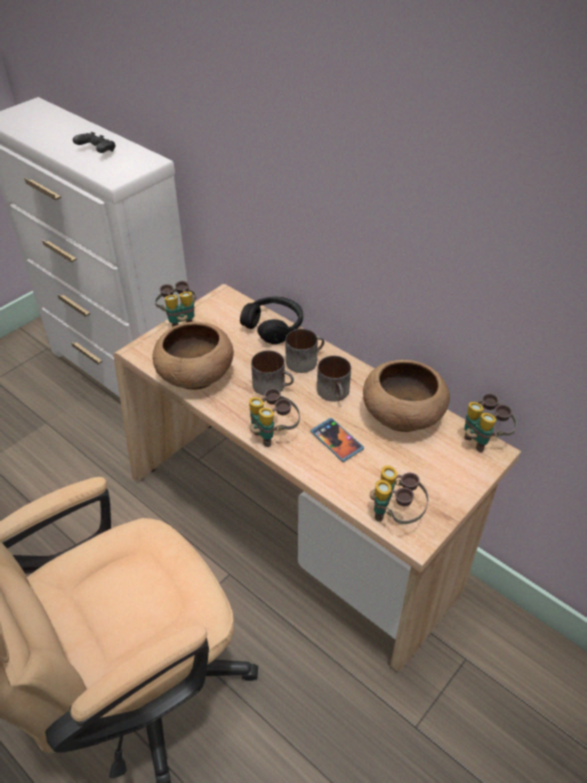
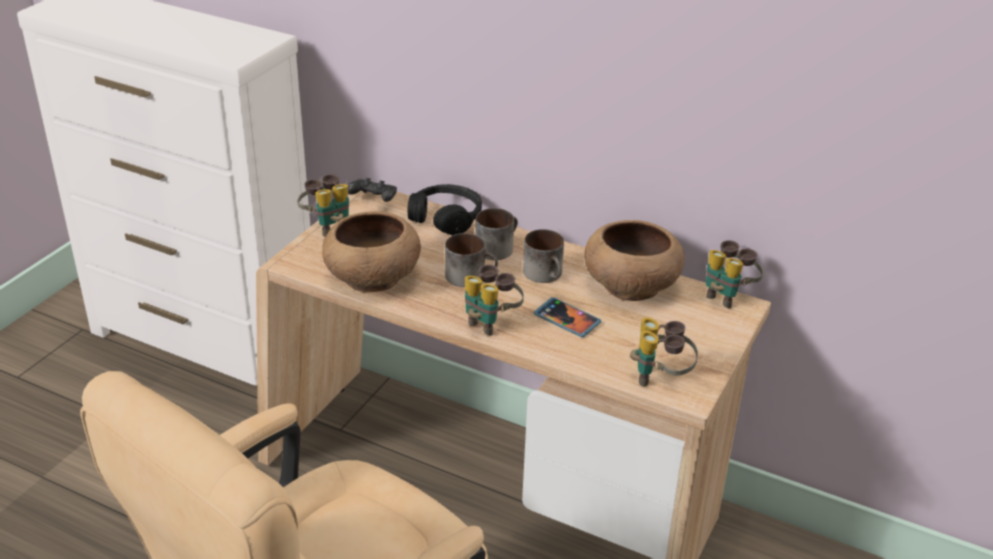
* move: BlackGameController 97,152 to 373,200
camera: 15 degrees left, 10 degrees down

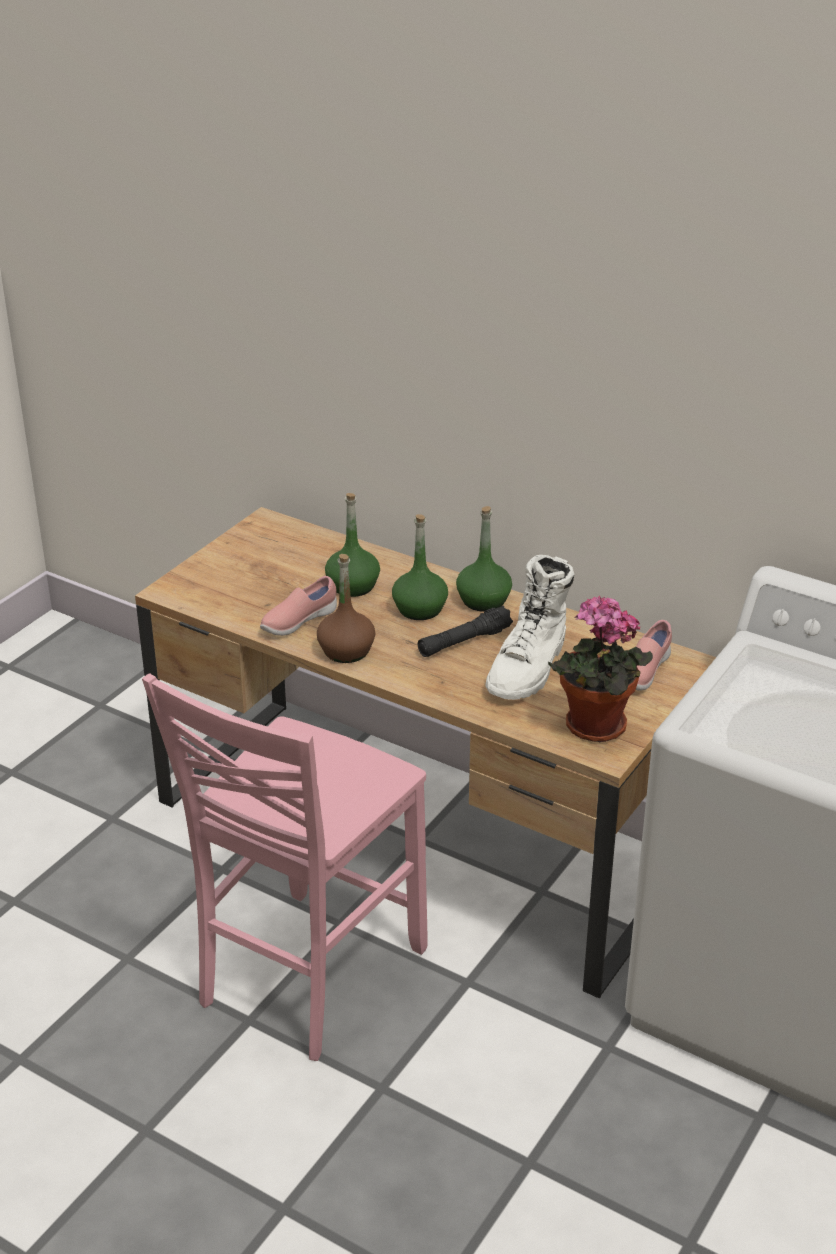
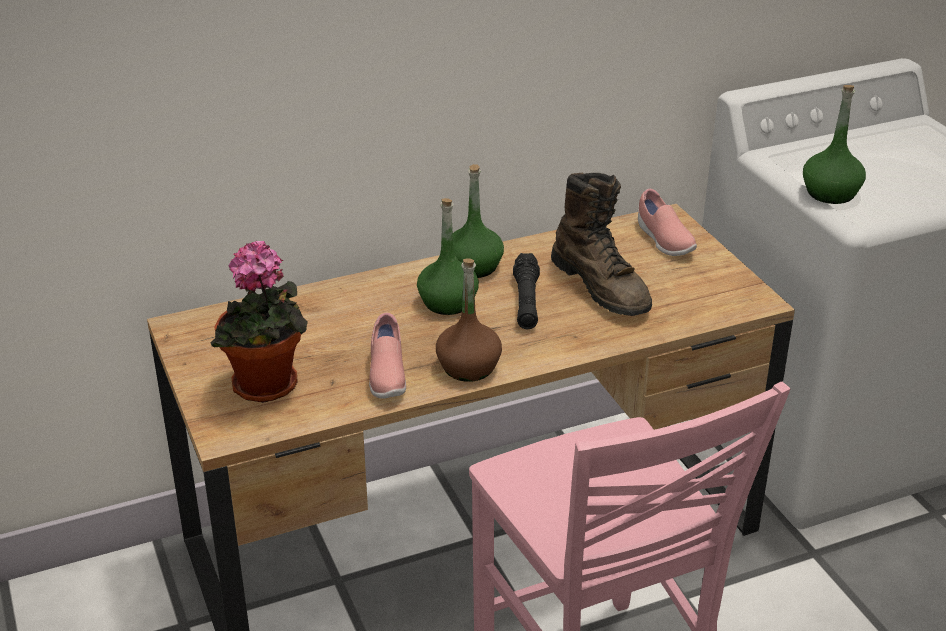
* move: GreenBottle 353,586 to 830,193
* move: PottedPlant 593,729 to 267,388
* recolor: WhiteBoot 529,668 to BrownBoot 602,287
camera: 55 degrees left, 0 degrees up

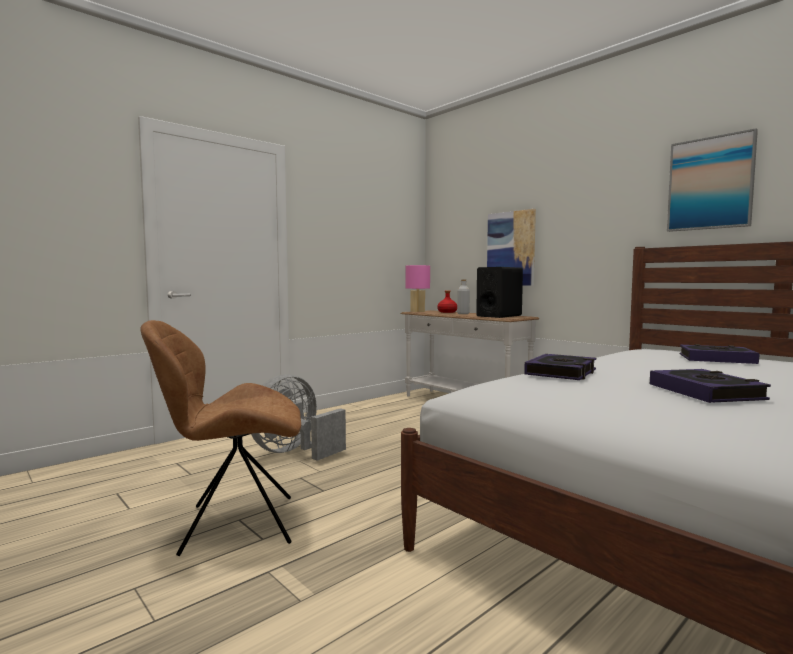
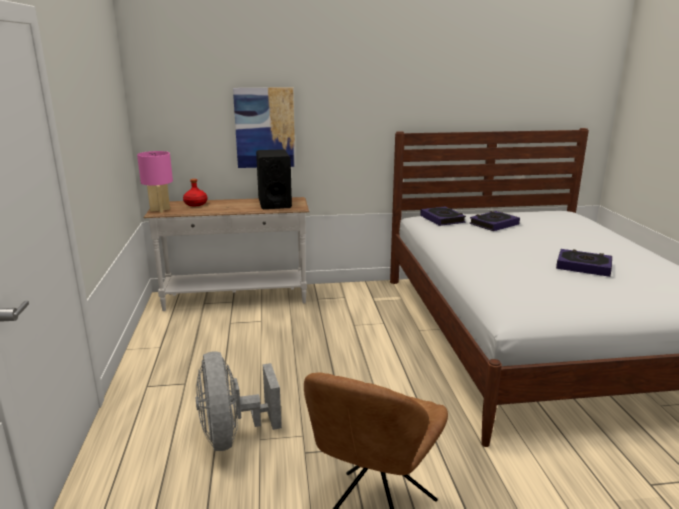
* delete: GreyBottle 463,314
* delete: Picture 710,183
* move: Book 561,372 to 442,219
camera: 55 degrees left, 15 degrees up

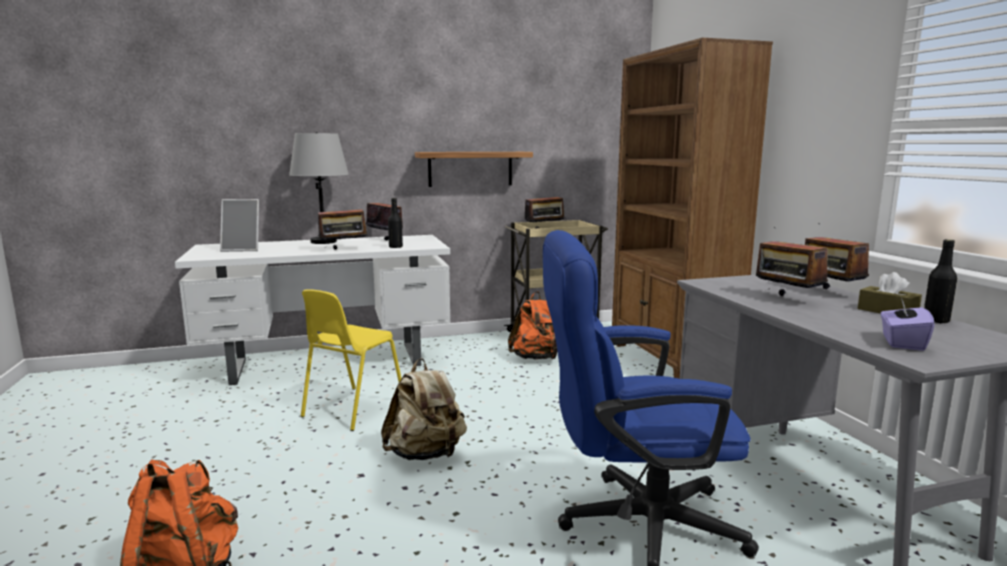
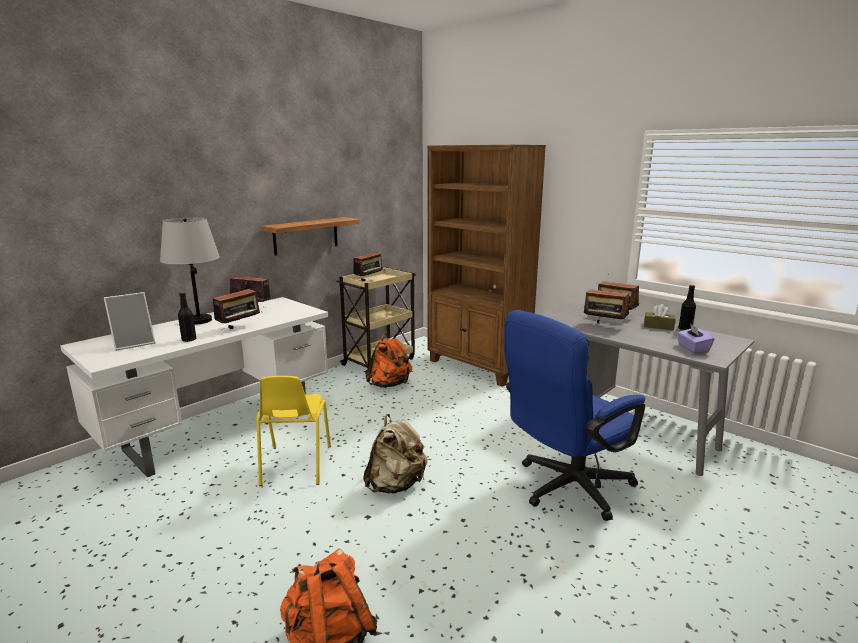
* move: BlackBottle 395,247 to 189,340
camera: 30 degrees left, 5 degrees up

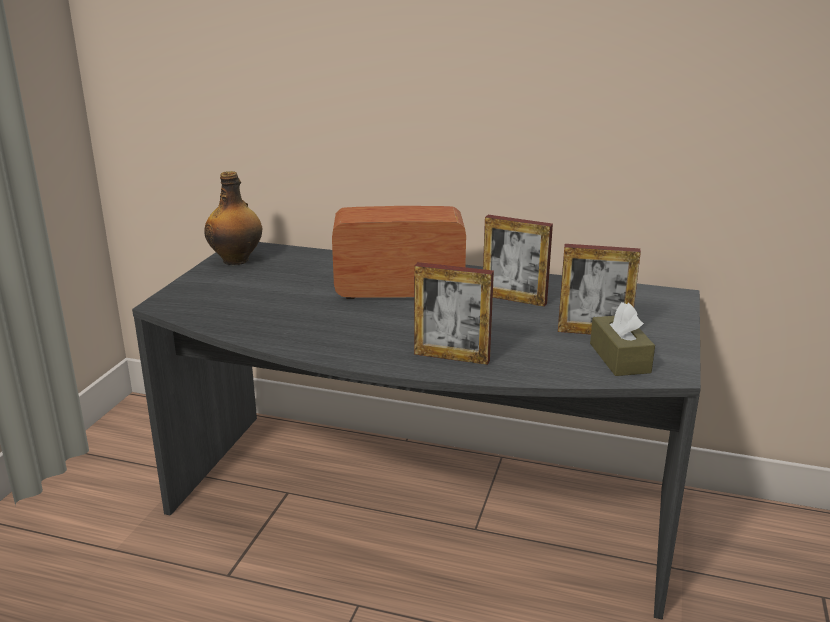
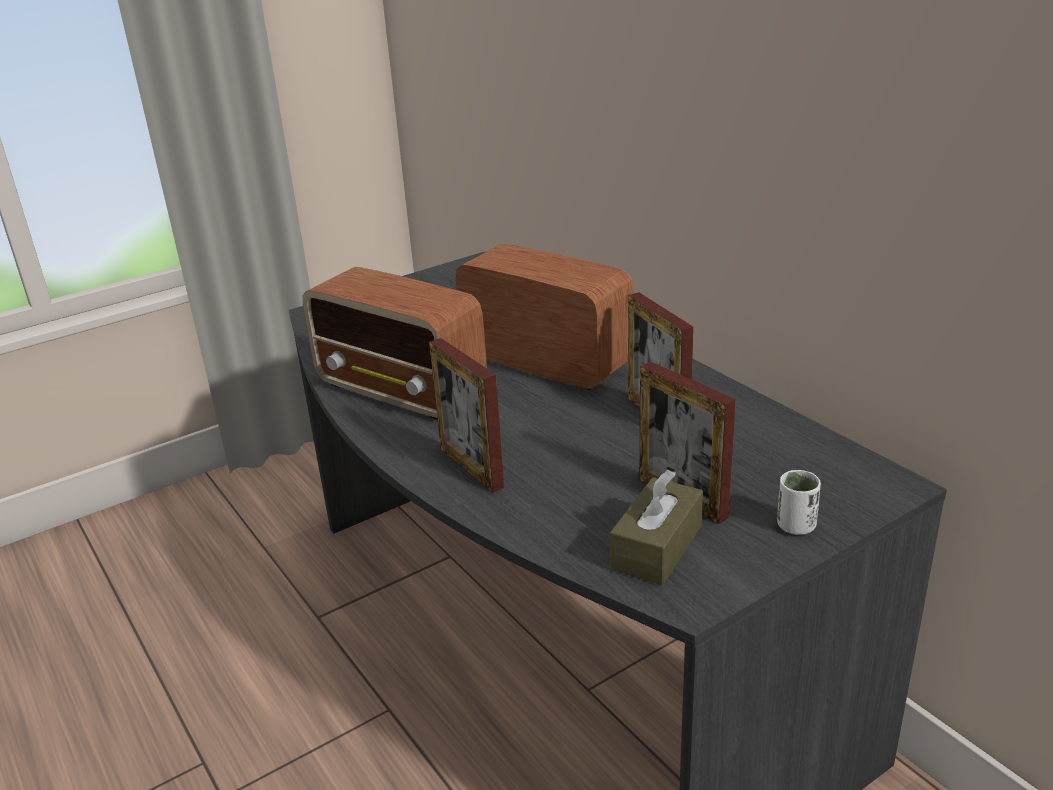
* delete: Bottle 237,260
* insert: Radio 402,391
* insert: WhiteCup 795,526
camera: 40 degrees right, 5 degrees up

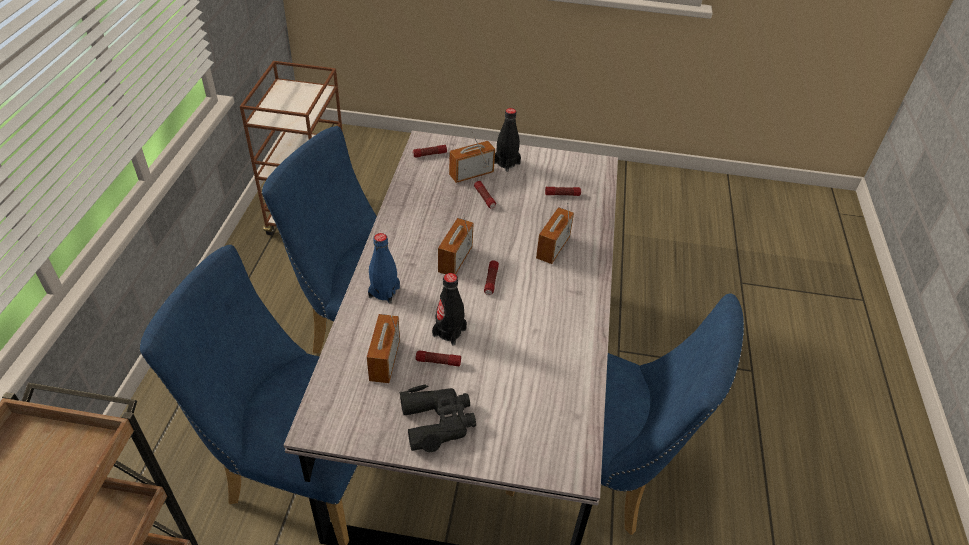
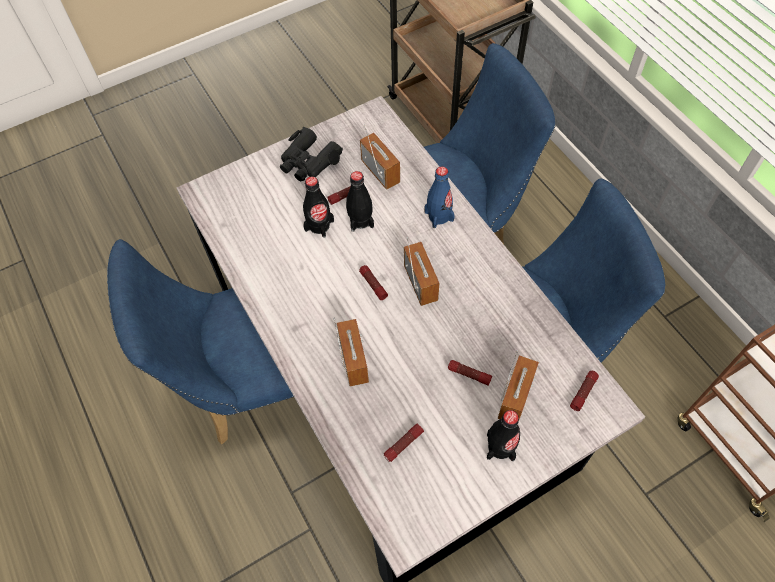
* insert: BlackBottle 319,225
camera: 145 degrees right, 15 degrees up

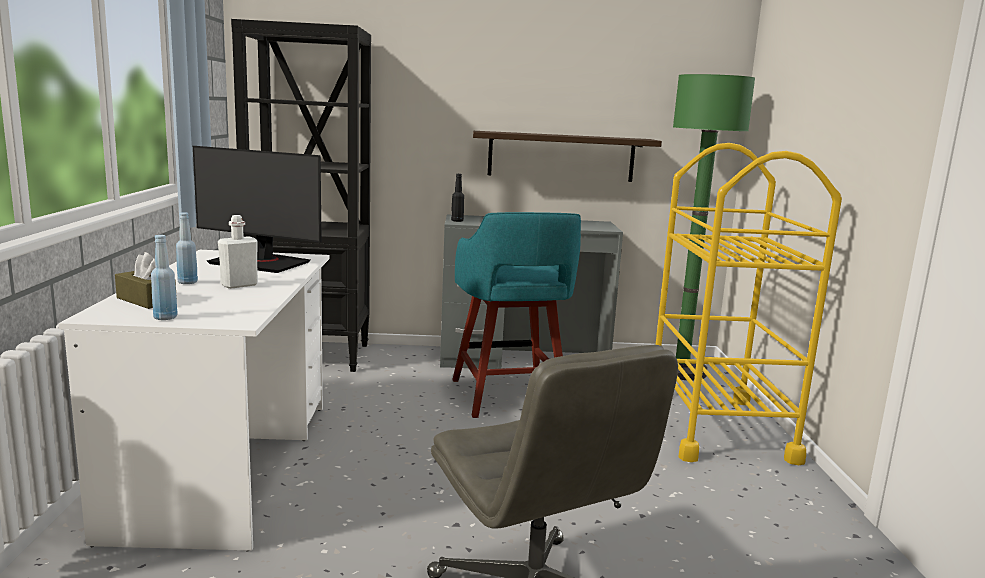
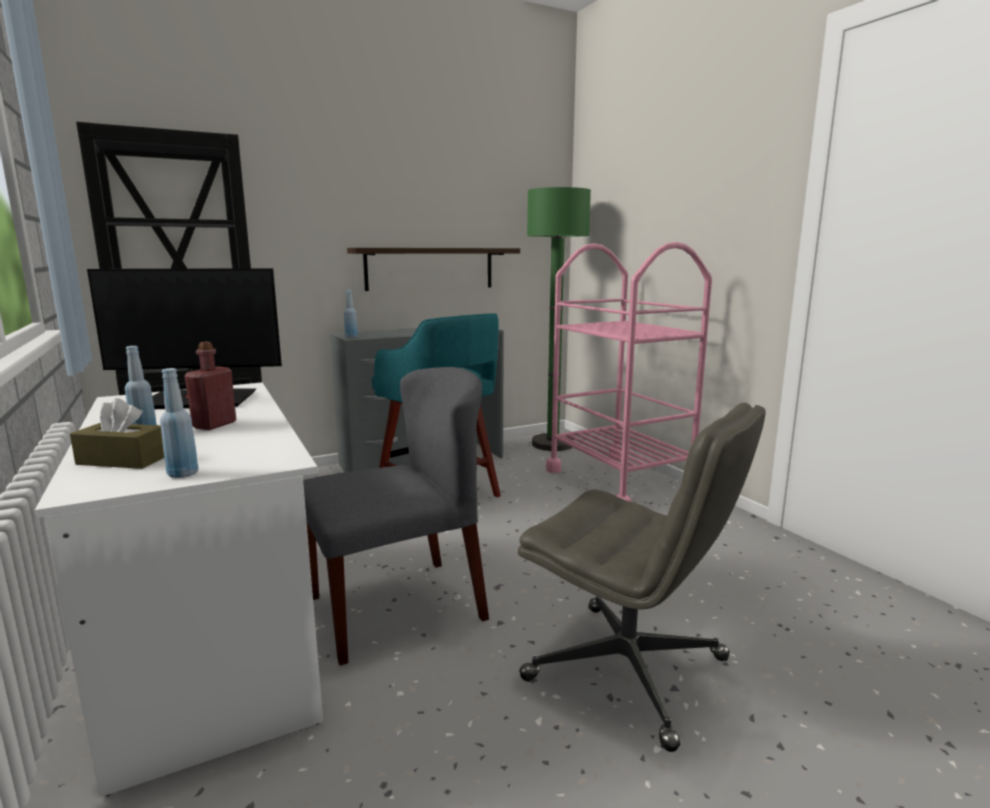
* insert: GreyChair 398,607
* recolor: WhiteBottle 239,285 to RedBottle 214,425
* recolor: BlackBottle 457,221 to BlueBottle 351,337
* recolor: YellowCart 717,428 to PinkCart 618,482
camera: 25 degrees left, 0 degrees up

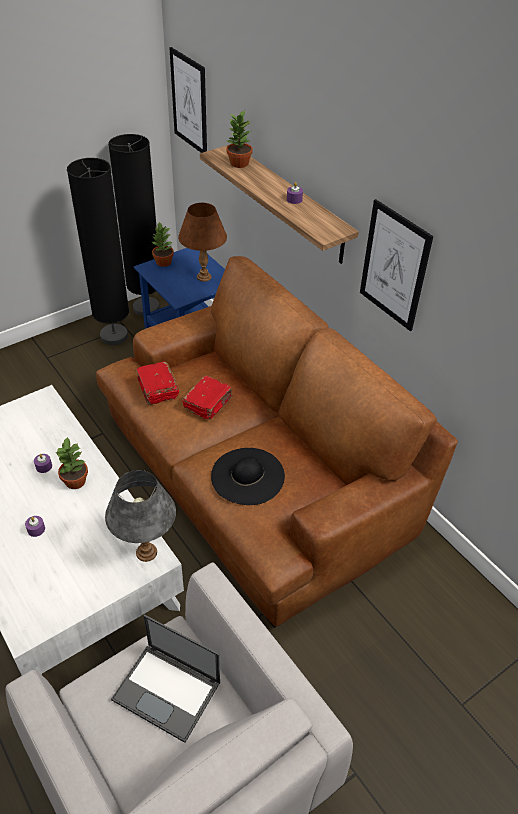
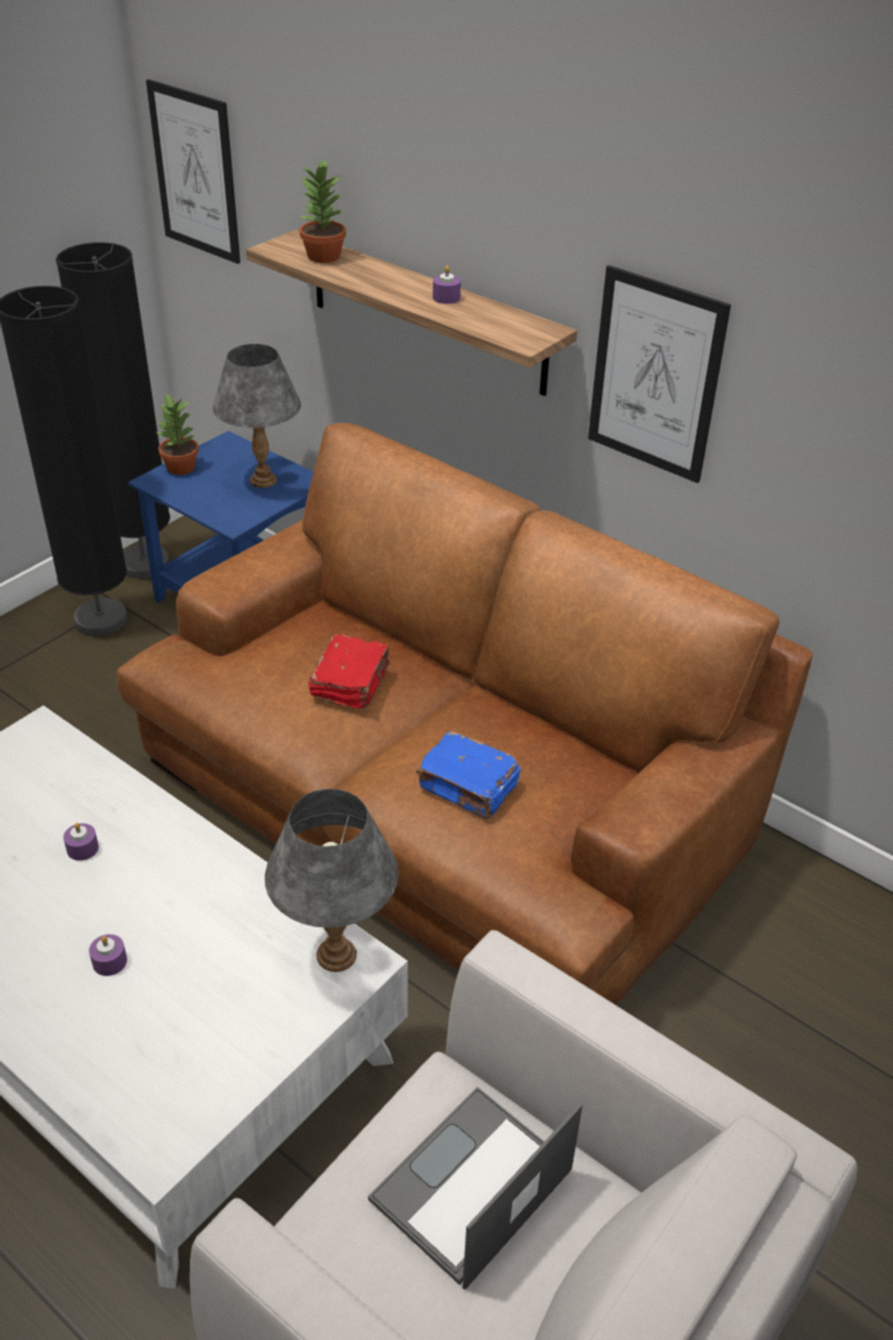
* delete: PottedPlant 75,481
* delete: RedBook 157,389
* replace: BlackHat 247,476 to BlueBook 469,787
* recolor: BrownTableLamp 204,277 to GreyTableLamp 263,481
* rotate: Laptop 168,691 = 470,1187 120 degrees clockwise
camera: 15 degrees left, 5 degrees down

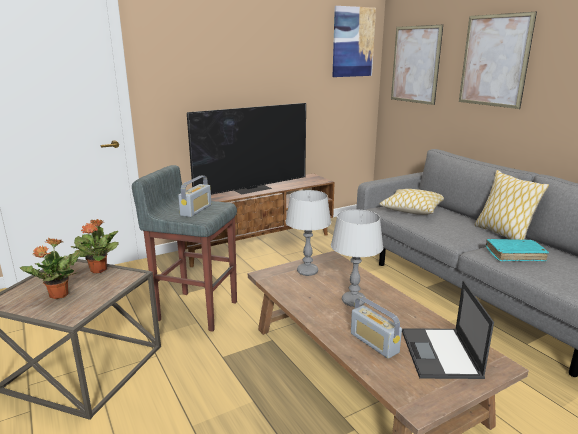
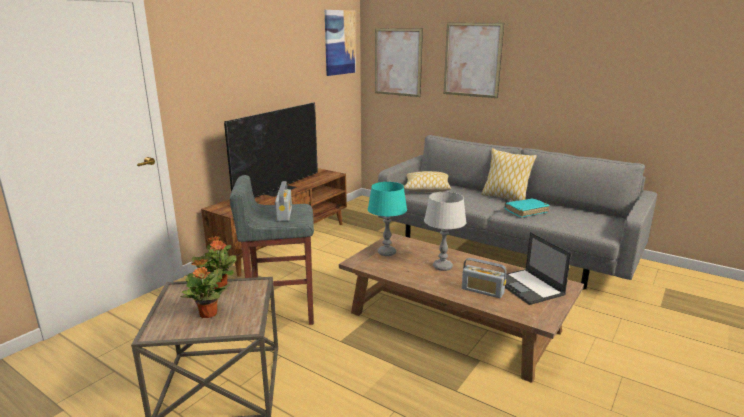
* recolor: GreyTableLamp 307,271 to TurquoiseTableLamp 386,252
camera: 25 degrees left, 0 degrees up

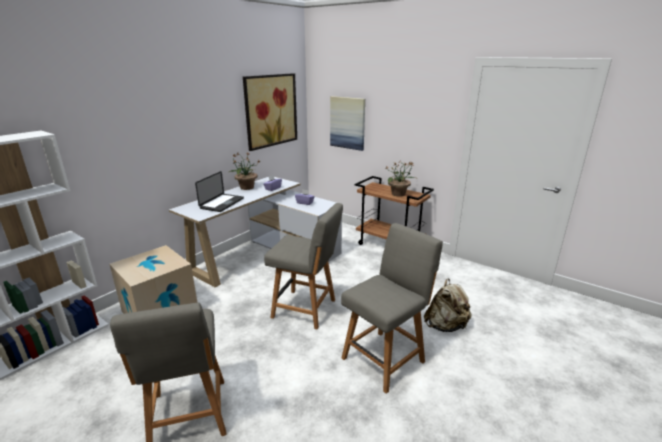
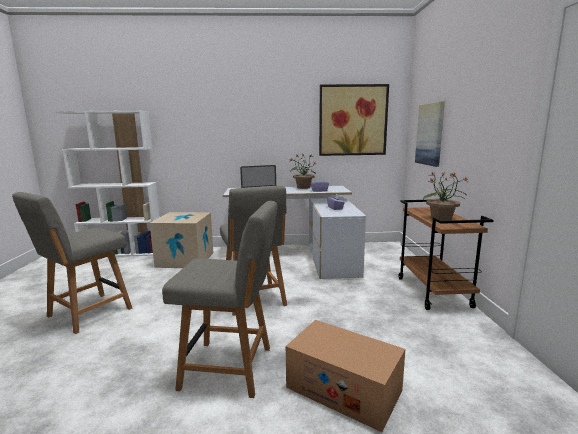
* replace: BeigeBackpack 445,326 to CardboardBox 343,389
camera: 50 degrees right, 10 degrees down

